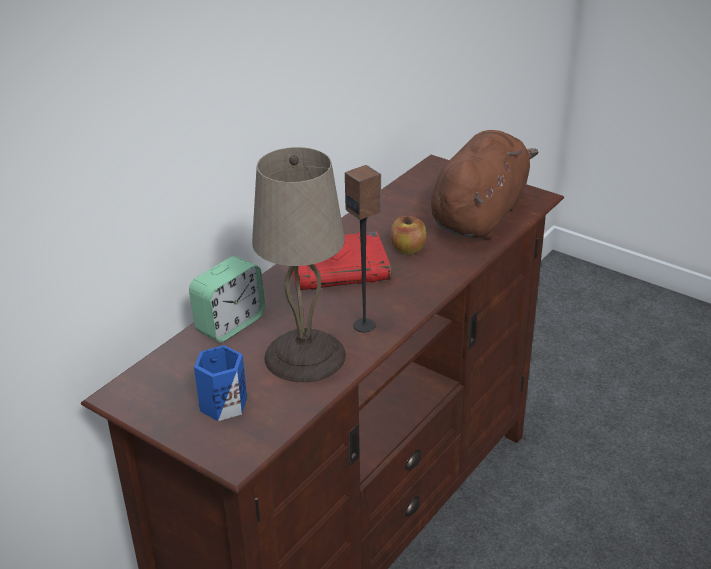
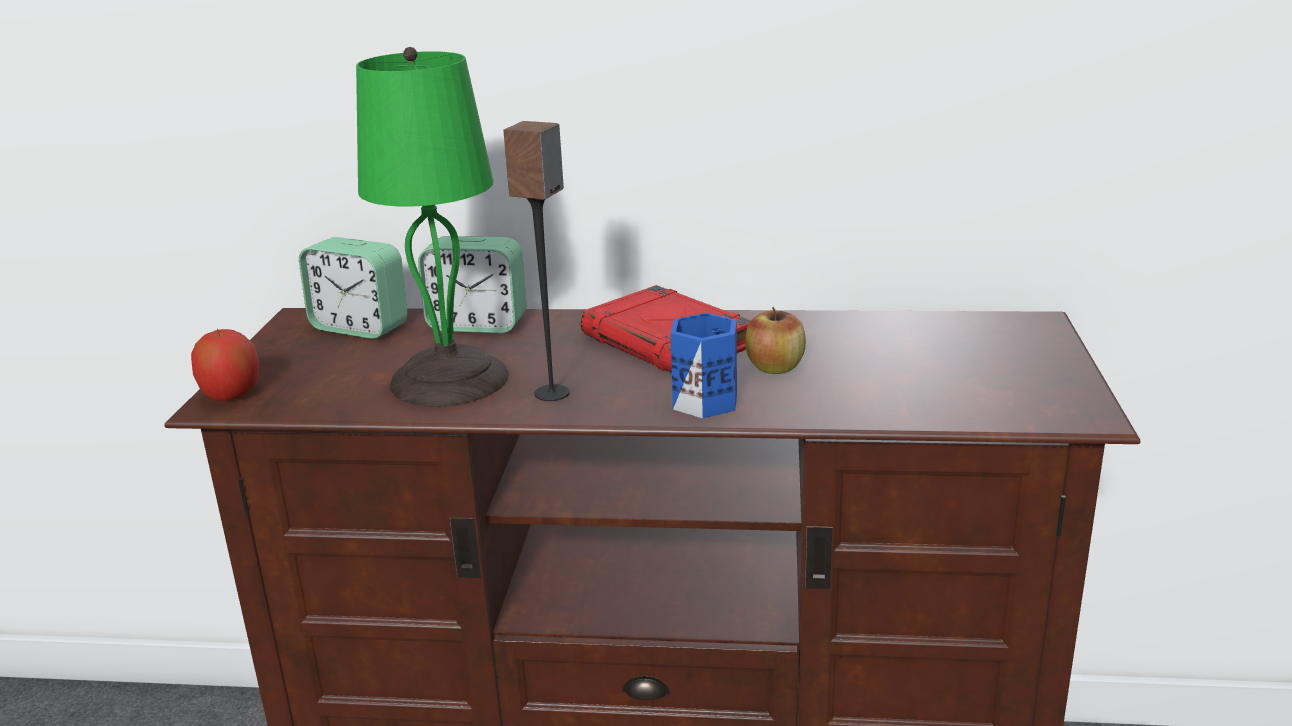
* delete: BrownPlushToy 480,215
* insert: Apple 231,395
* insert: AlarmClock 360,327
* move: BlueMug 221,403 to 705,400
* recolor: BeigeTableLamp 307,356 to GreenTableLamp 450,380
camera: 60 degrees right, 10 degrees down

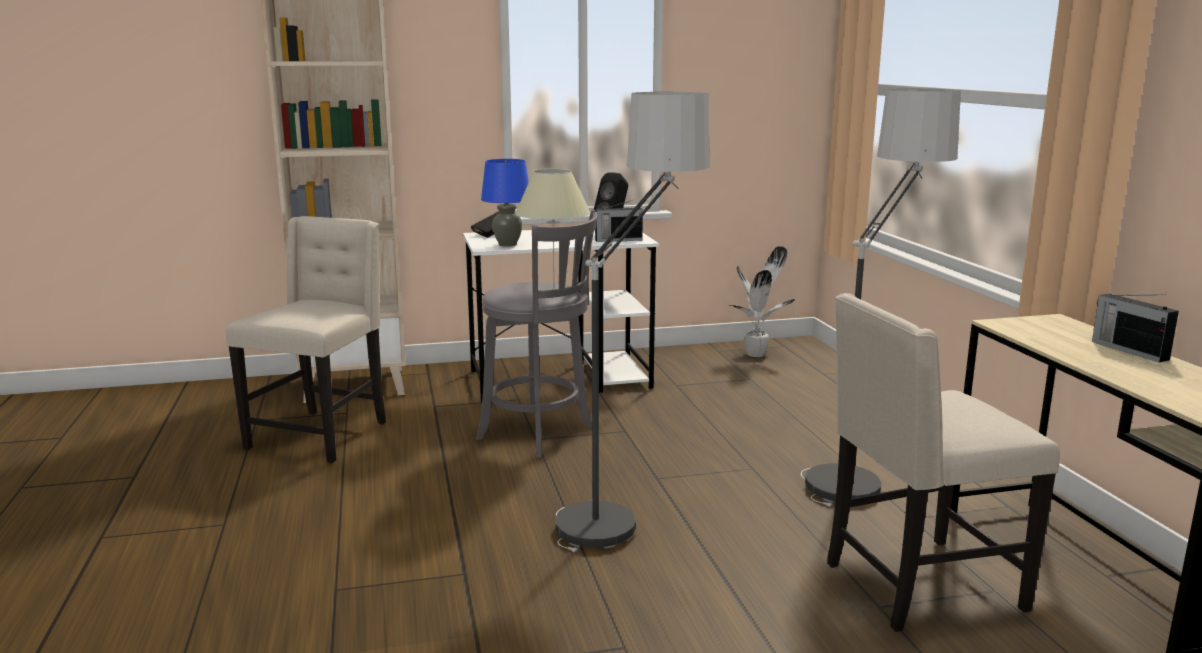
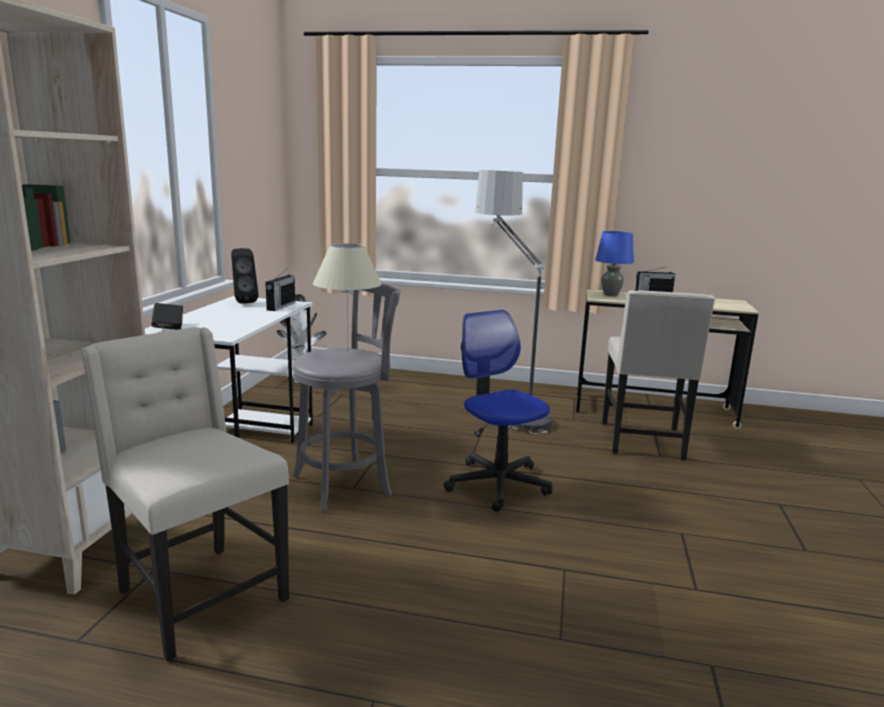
* move: BlueTableLamp 507,244 to 610,294
* replace: FloorLamp 626,503 to OfficeChair 497,484
camera: 65 degrees left, 0 degrees up

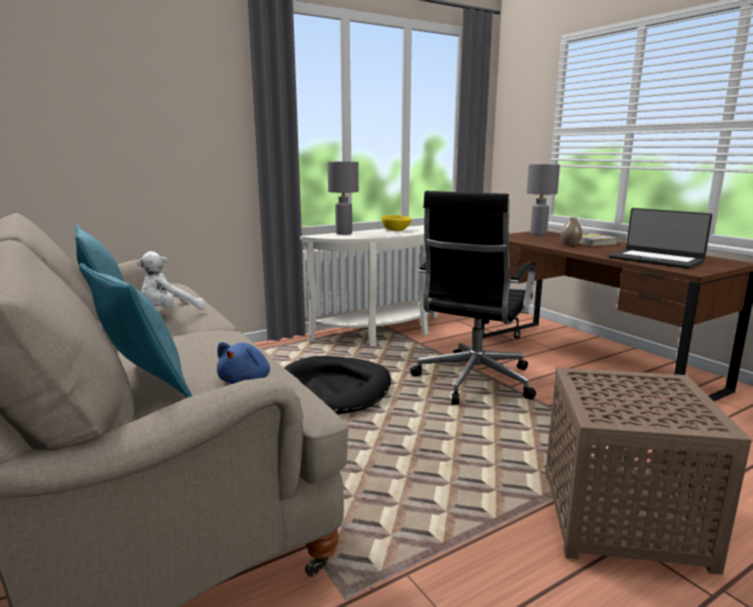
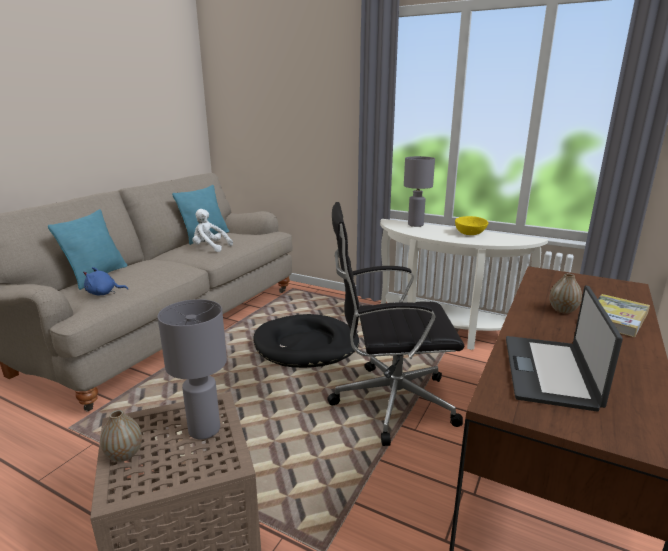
* insert: Vase 124,454
* move: GreyTableLamp 538,234 to 205,429
camera: 60 degrees right, 5 degrees up

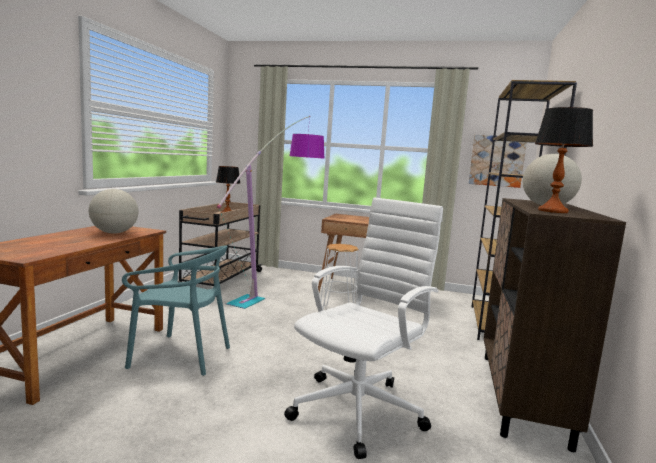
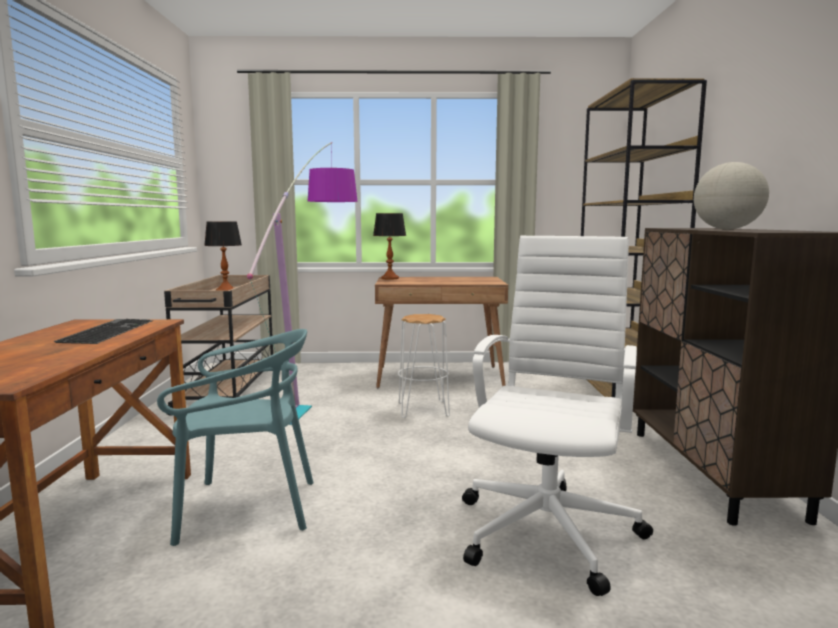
* delete: Picture 496,161
* move: TableLamp 553,211 to 390,278
* replace: Globe 114,233 to Keyboard 106,331
camera: 15 degrees left, 0 degrees up

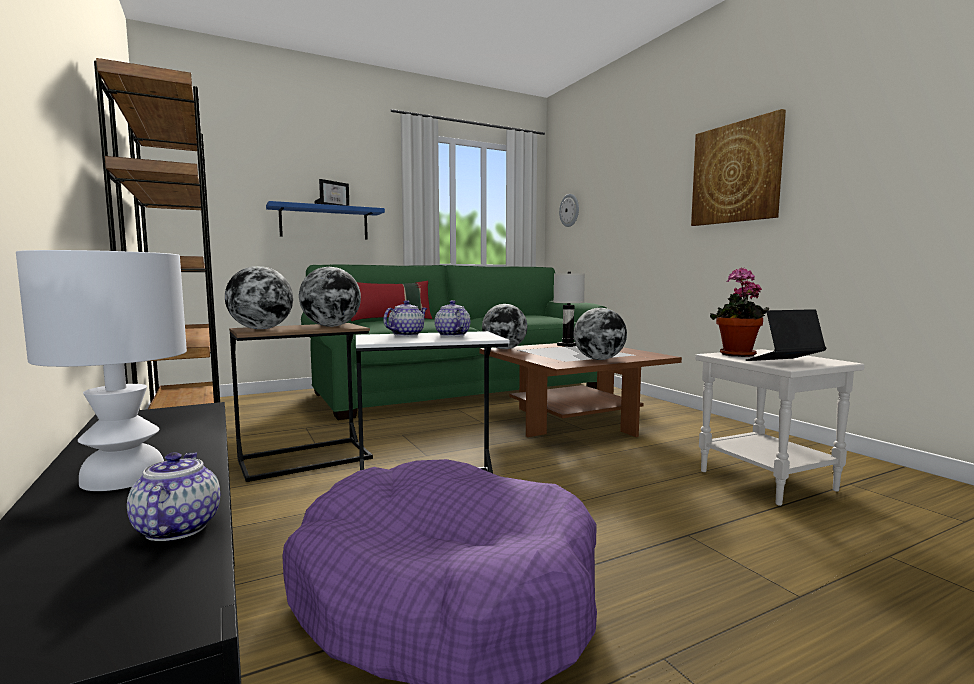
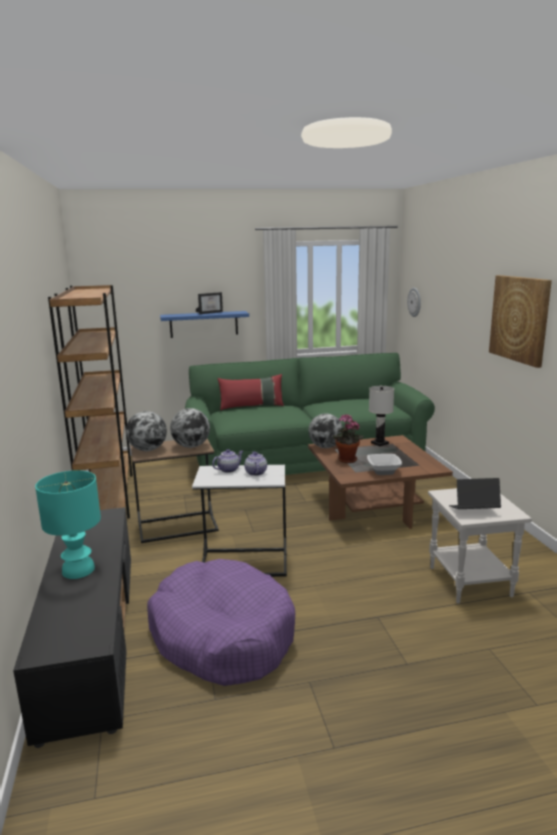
* delete: Teapot 177,527
* move: PottedPlant 737,355 to 346,460
* replace: Globe 599,359 to Bowl 383,471
* recolor: WhiteTableLamp 122,476 to TurquoiseTableLamp 78,570
camera: 15 degrees right, 10 degrees up

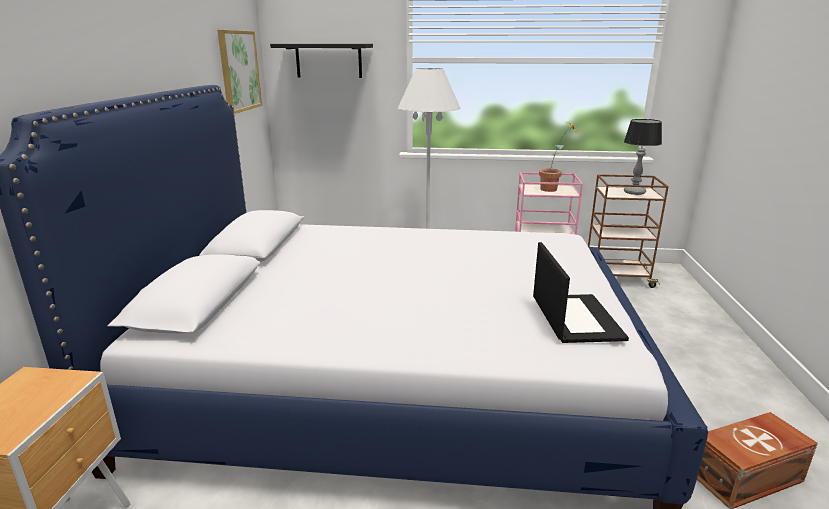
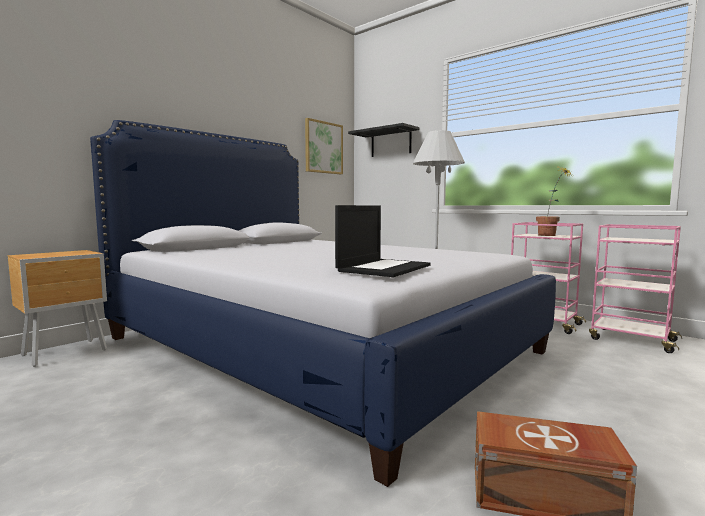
* delete: TableLamp 635,192
* recolor: BrownCart 616,278 to PinkCart 630,340
camera: 35 degrees right, 15 degrees down

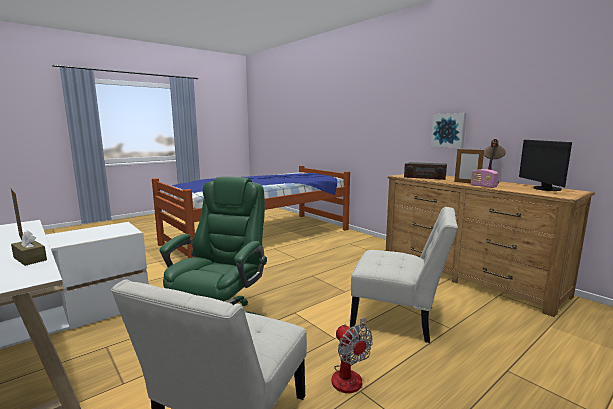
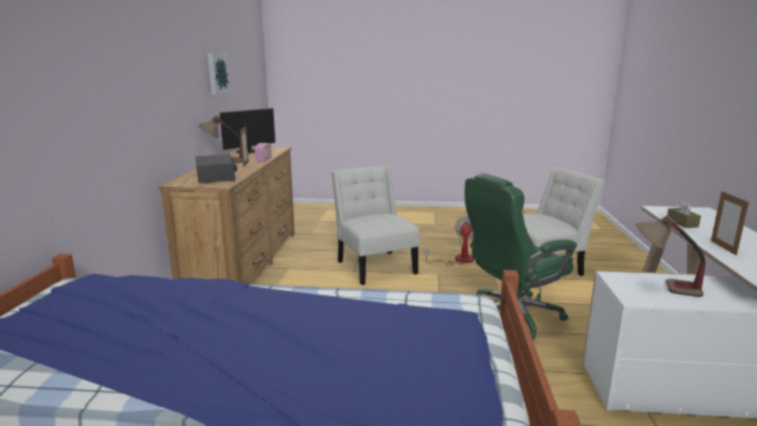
* insert: TableLamp 663,286
* move: Picture 448,130 to 217,73
camera: 135 degrees left, 5 degrees up

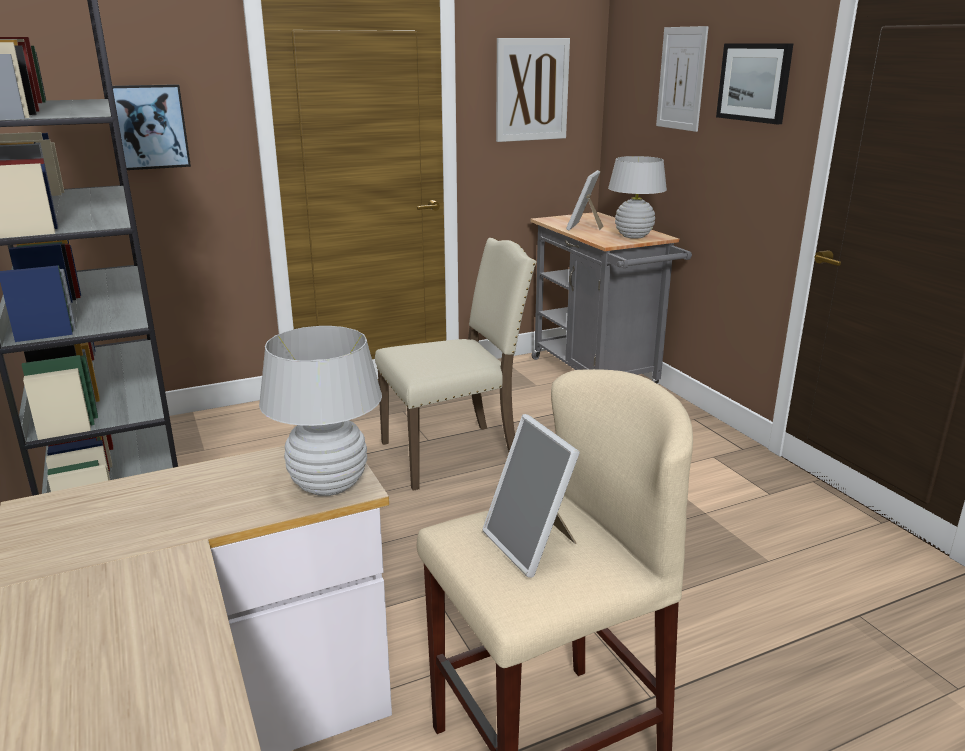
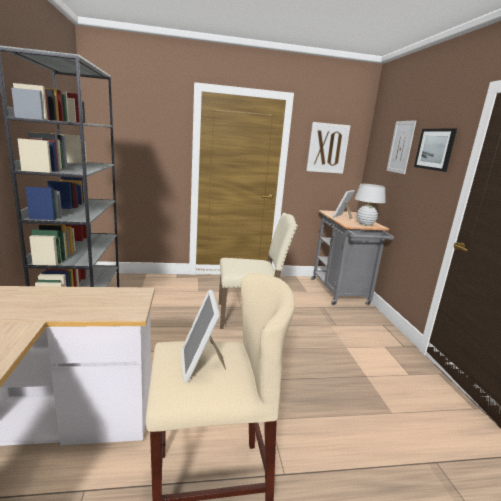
* delete: Picture 151,127
* delete: WhiteTableLamp 328,485
camera: 15 degrees right, 5 degrees down

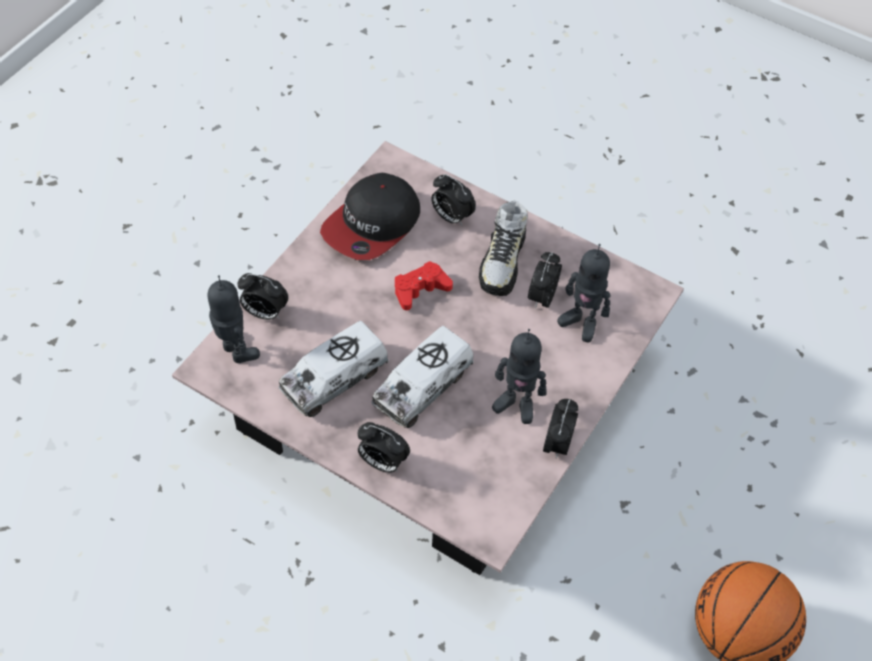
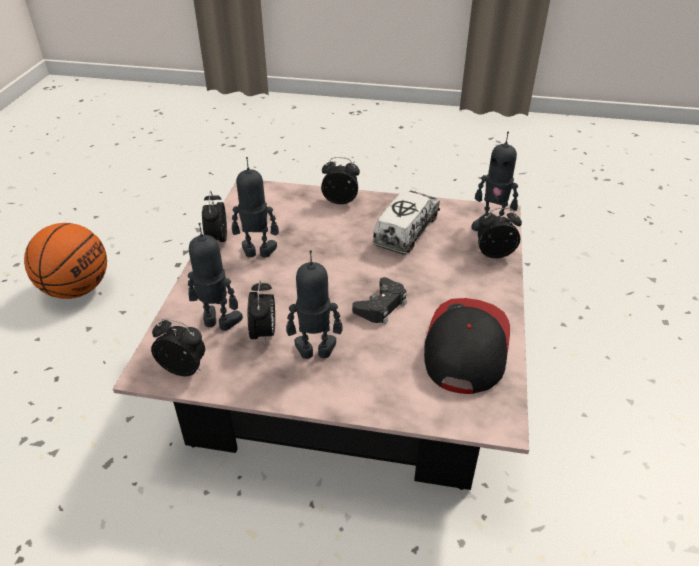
* delete: ToyTruck 423,387
* move: AlarmClock 451,217 to 184,368
* replace: Shoe 503,263 to ToyRobot 315,352
* recolor: RedGameController 420,289 to BlackGameController 381,306
camera: 160 degrees right, 15 degrees down

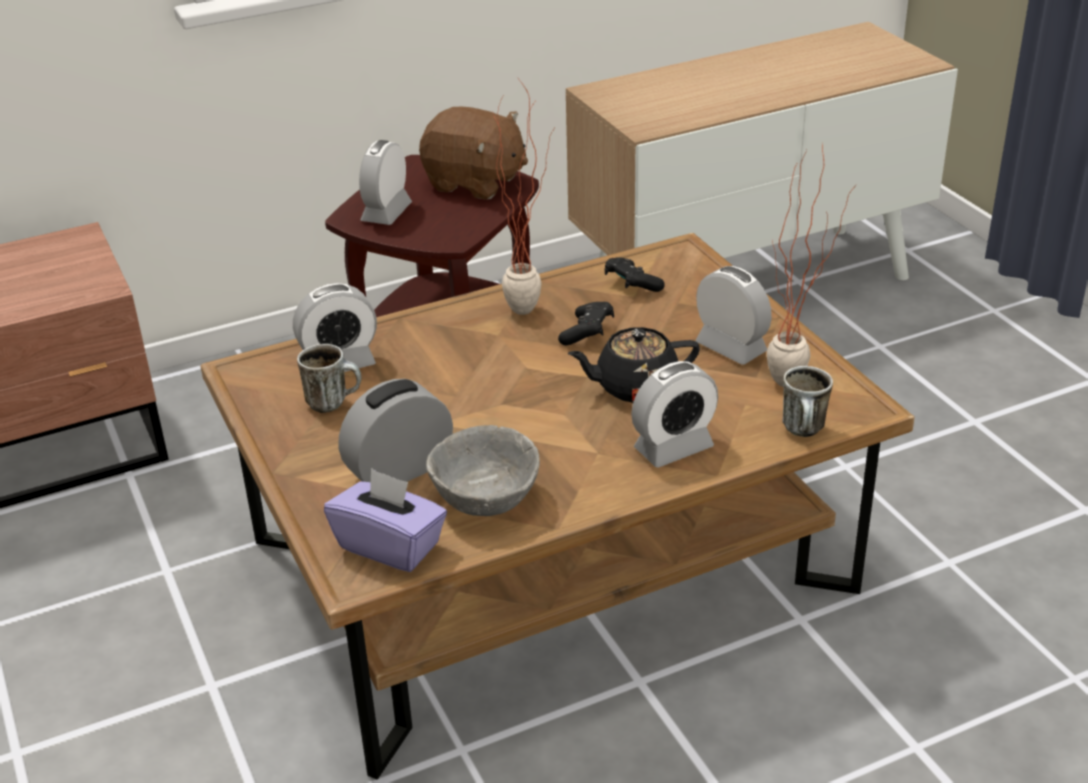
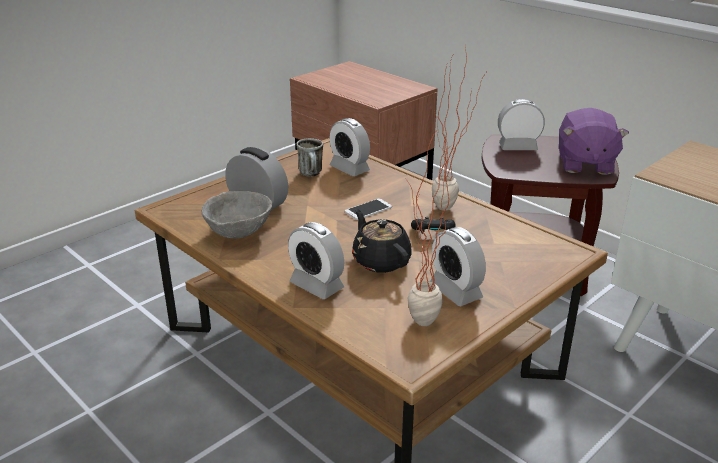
* delete: PurpleTissueBox 390,545
* delete: BlackGameController 631,285
* delete: Mug 805,432
* insert: Phone 368,209
* recolor: BrownPlushToy 475,183 to PurplePlushToy 584,164
* rotate: AlarmClock 731,347 = 455,291 120 degrees clockwise
camera: 70 degrees right, 5 degrees down

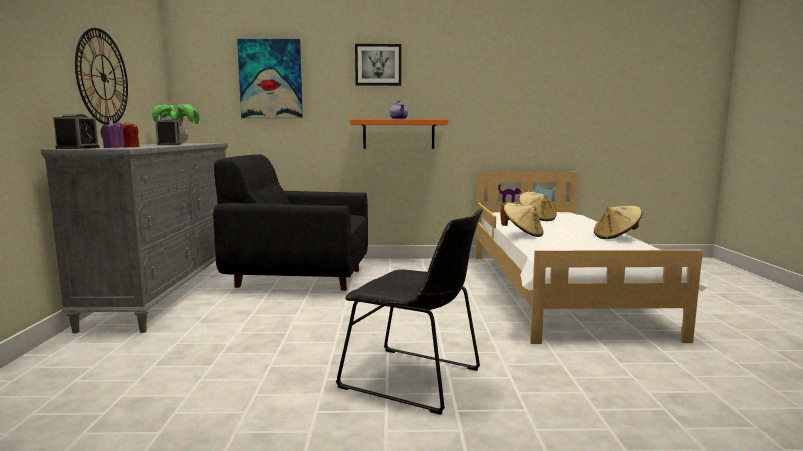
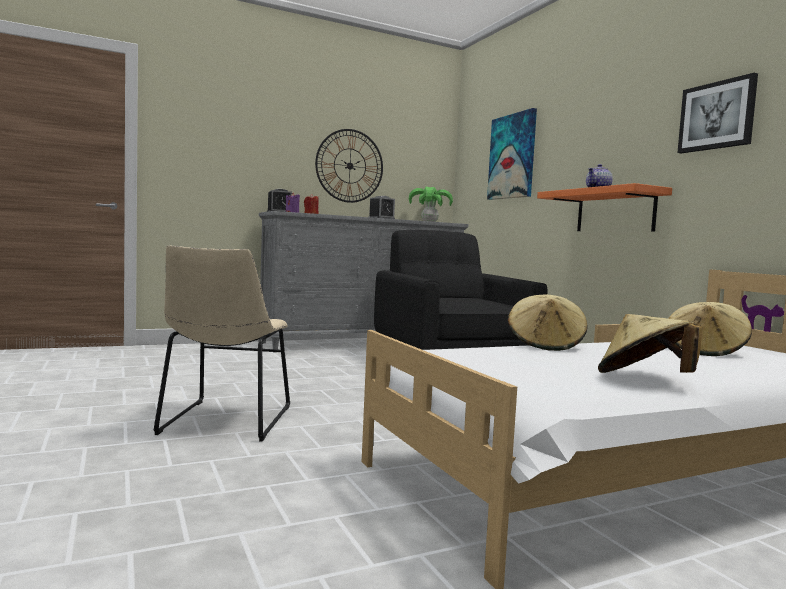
* move: Picture 378,65 to 717,116
* recolor: BlackChair 416,380 to BeigeChair 225,422
camera: 65 degrees right, 5 degrees down

